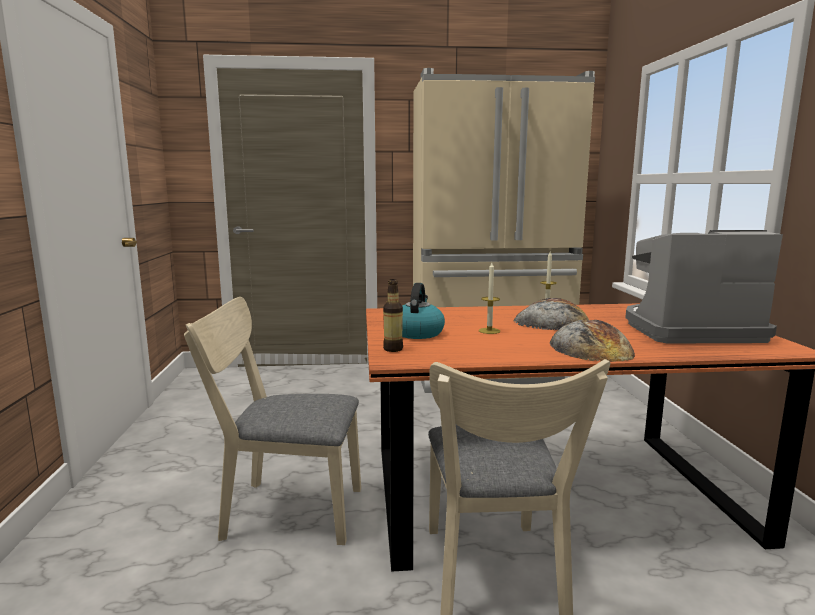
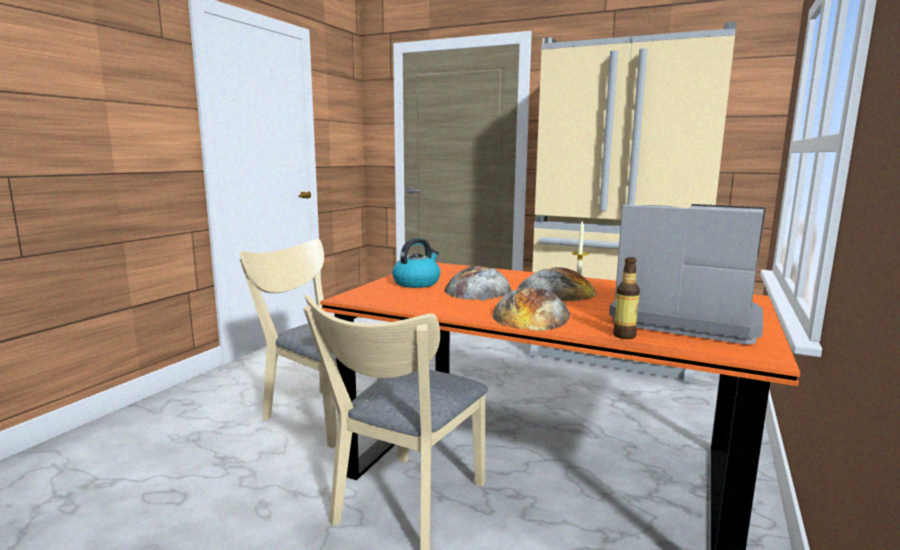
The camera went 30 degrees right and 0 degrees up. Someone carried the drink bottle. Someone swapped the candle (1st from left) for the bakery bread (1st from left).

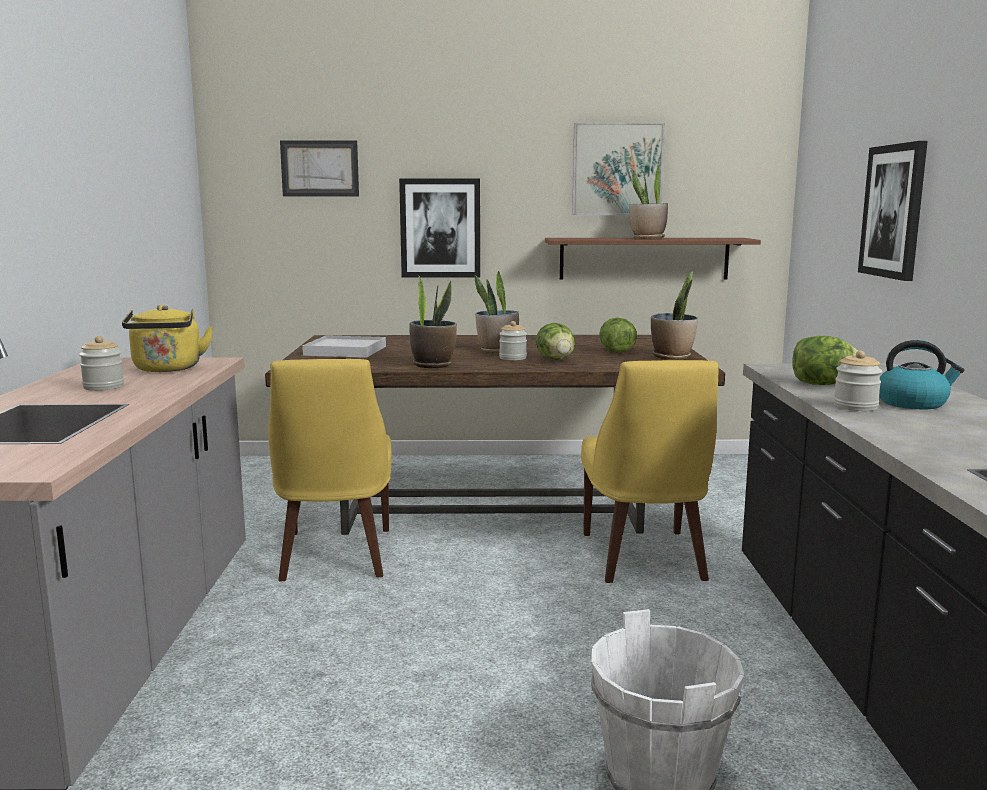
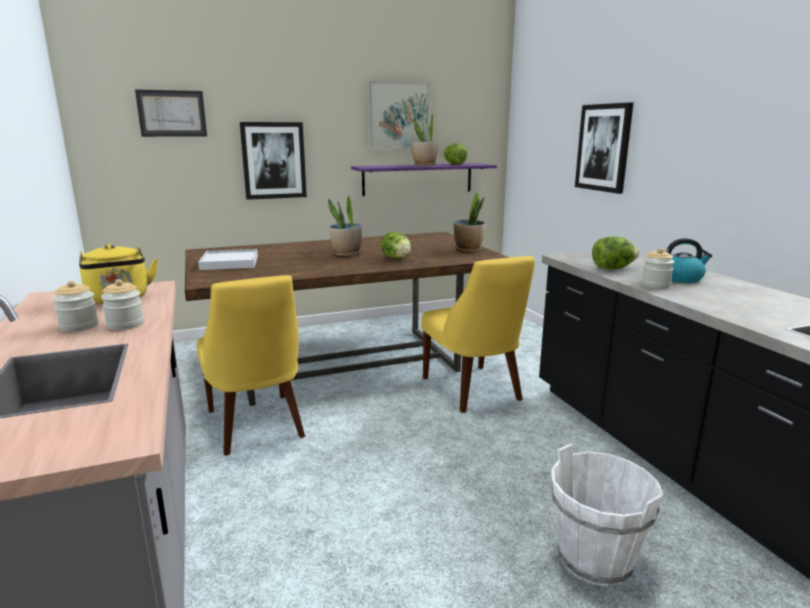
The camera went 20 degrees left and 5 degrees up. Someone took away the houseplant (1st from left). Someone carried the storage jar (2nd from left). Someone repainted the shelf (brown-coloured), which became the shelf (purple-coloured). Someone carried the head of lettuce (2nd from left).

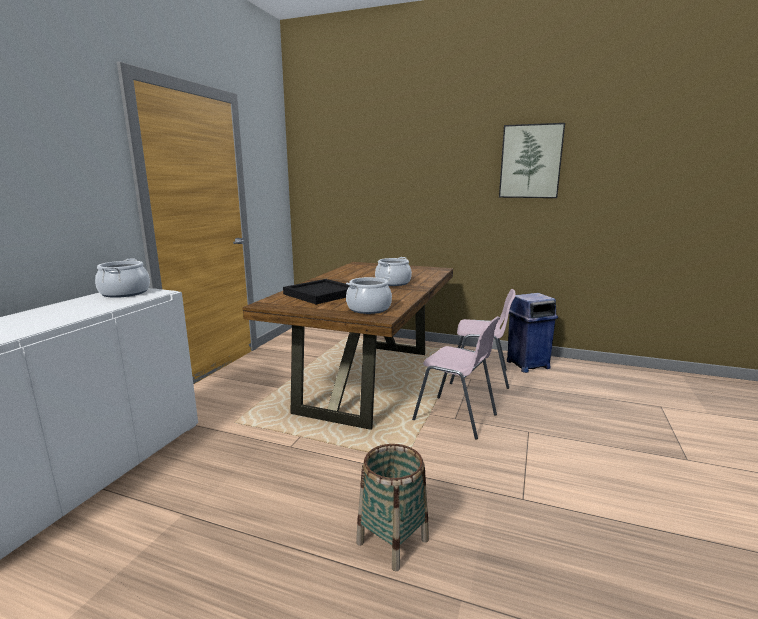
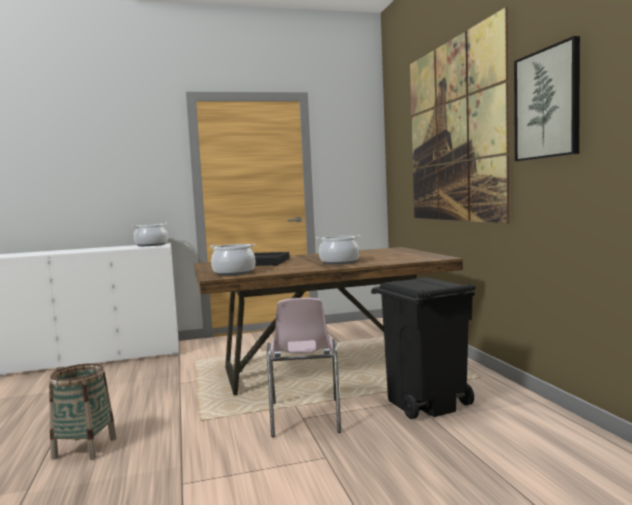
The camera went 55 degrees right and 10 degrees down. Someone swapped the plain chair (pink-coloured) (2nd from left) for the rubbish bin (blackish). Someone took away the rubbish bin (bluish). Someone put up the wall art (1st from left).

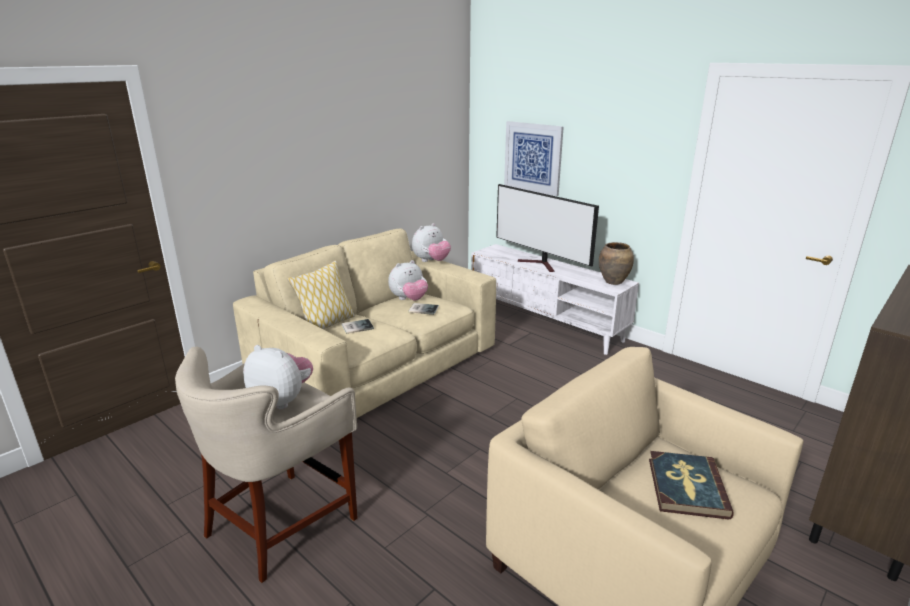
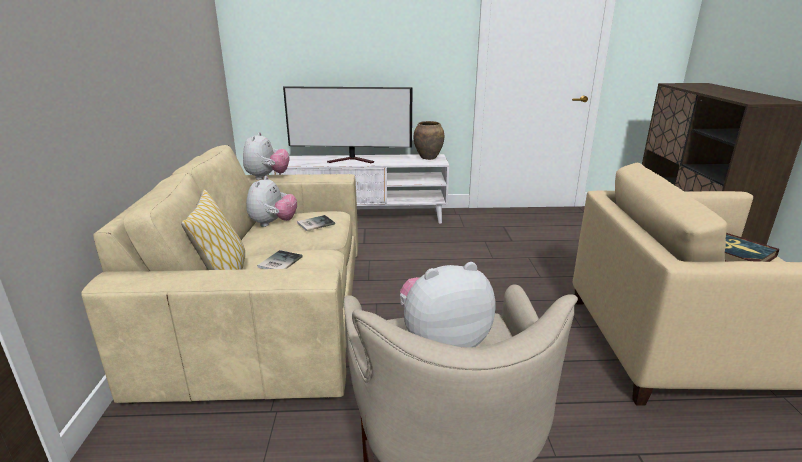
The camera went 45 degrees left and 0 degrees up. Someone took away the wall art.

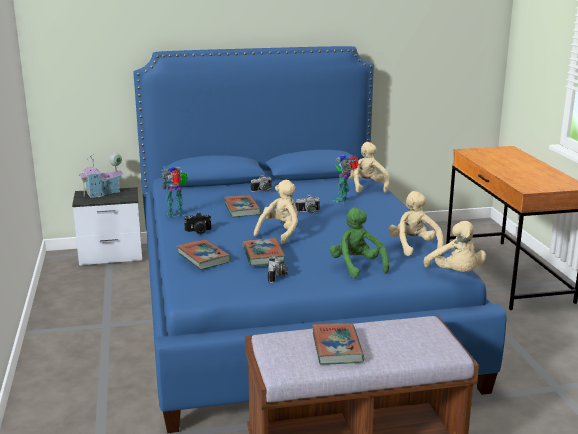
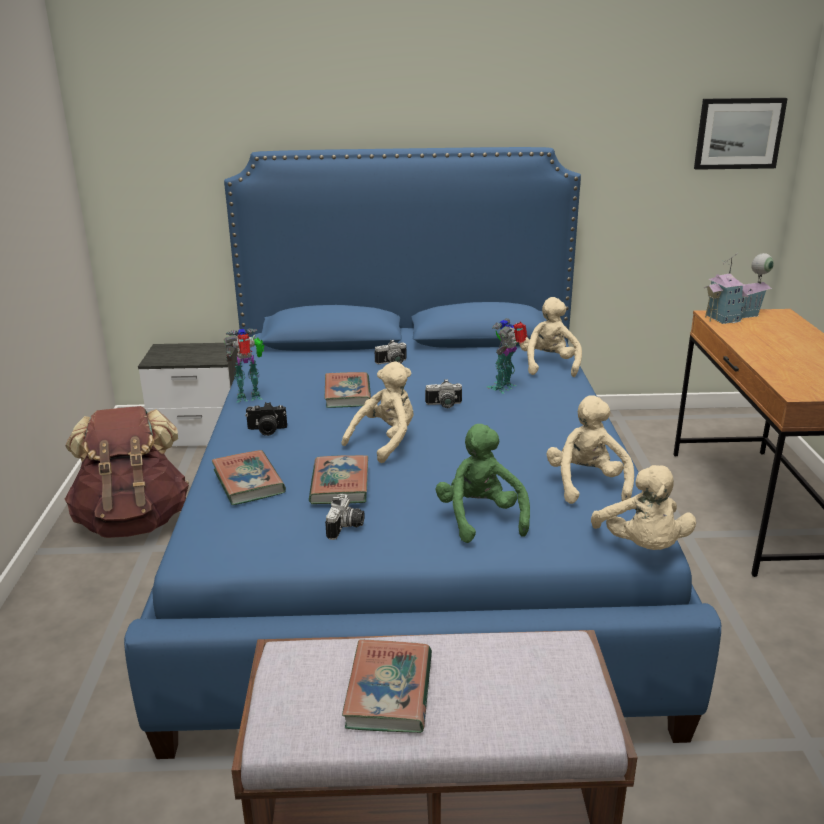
The camera went 10 degrees right and 5 degrees up. Someone carried the miniature house. Someone put down the backpack (brown-coloured). Someone put up the wall art.

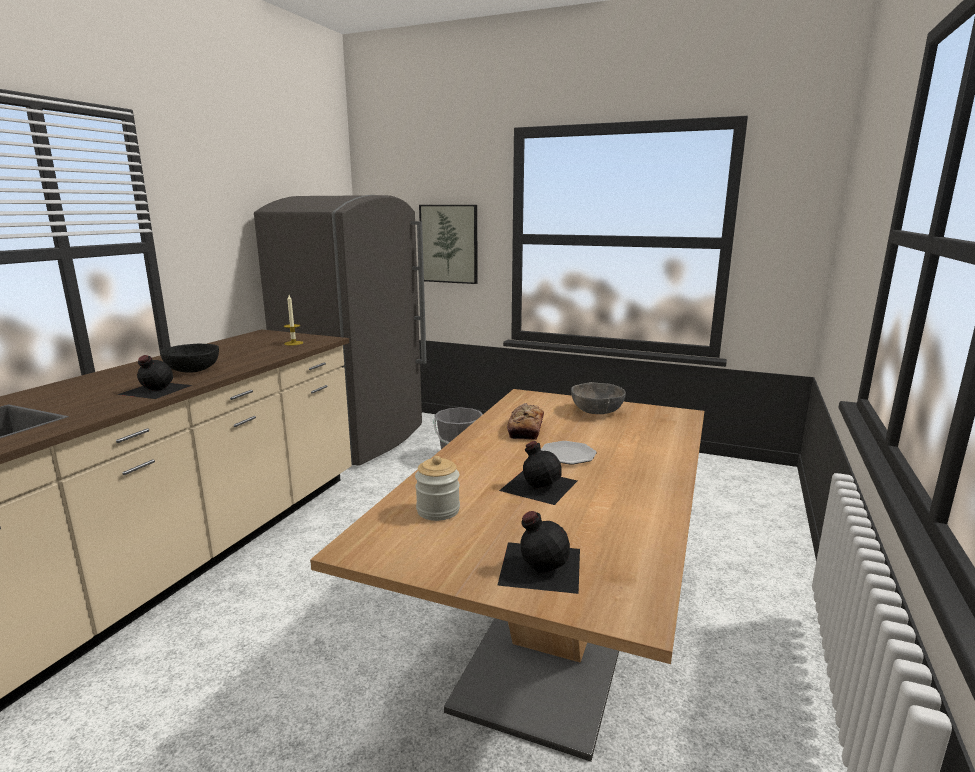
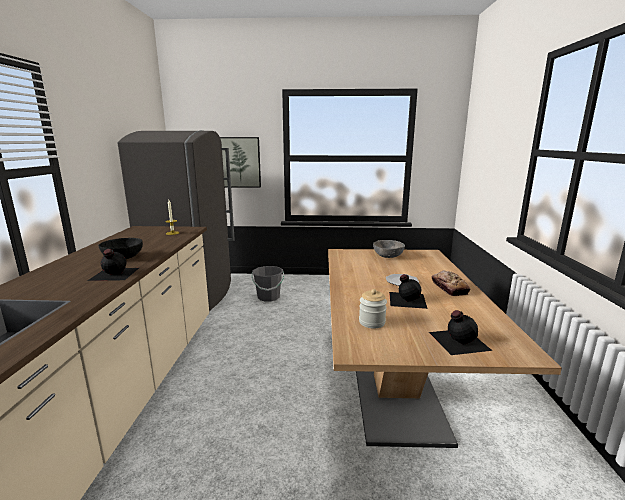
The camera went 20 degrees left and 0 degrees up. Someone carried the bakery bread.

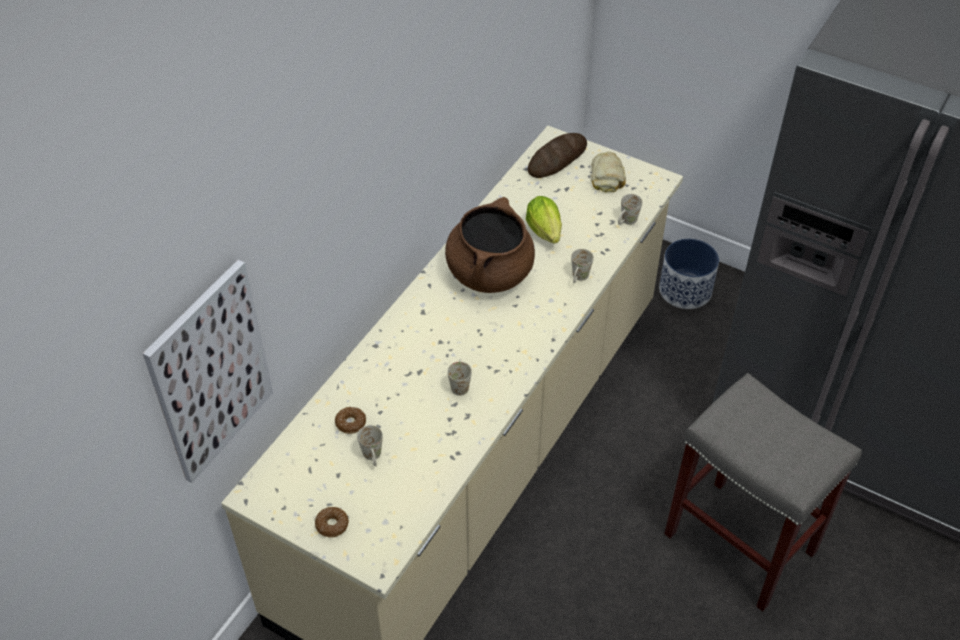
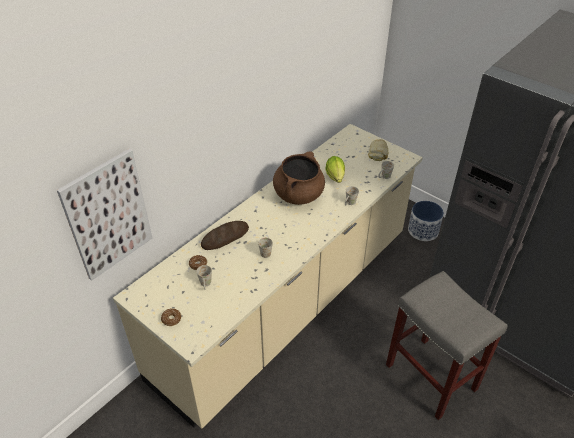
The camera went 10 degrees right and 5 degrees down. Someone carried the bakery bread (1st from left).

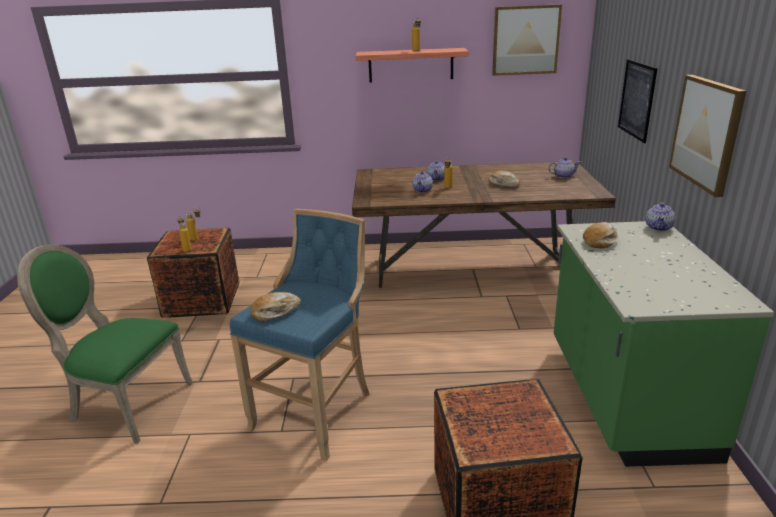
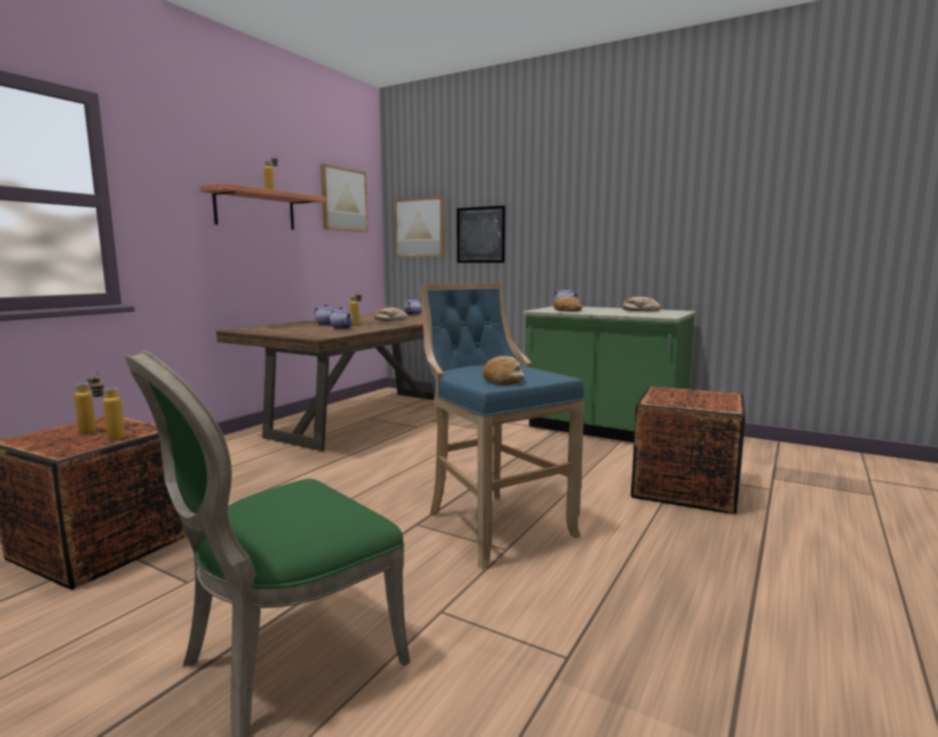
The camera went 60 degrees left and 15 degrees down. Someone carried the wall art (3rd from left in the first image). Someone put down the bakery bread (4th from left).

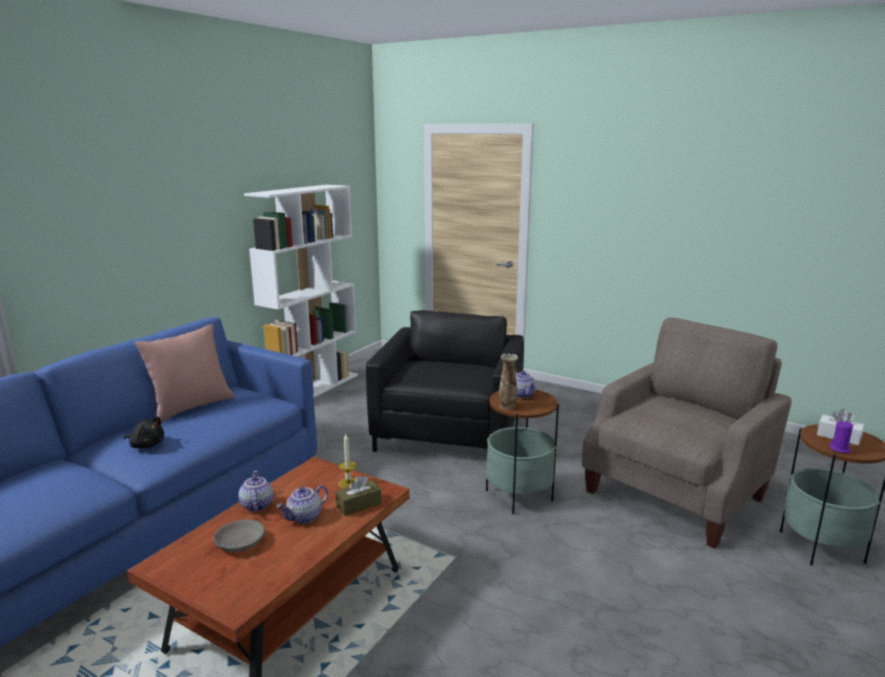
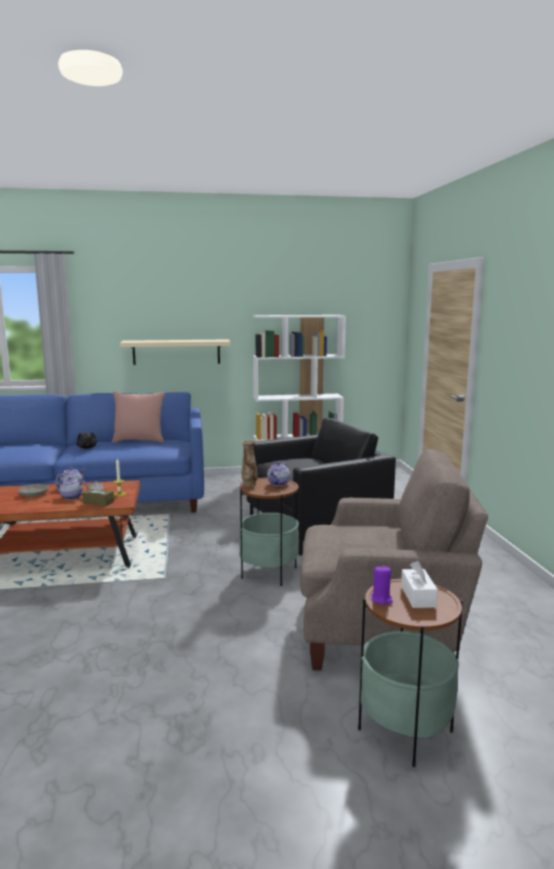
The camera went 50 degrees right and 5 degrees down. Someone put up the shelf (sand-coloured).

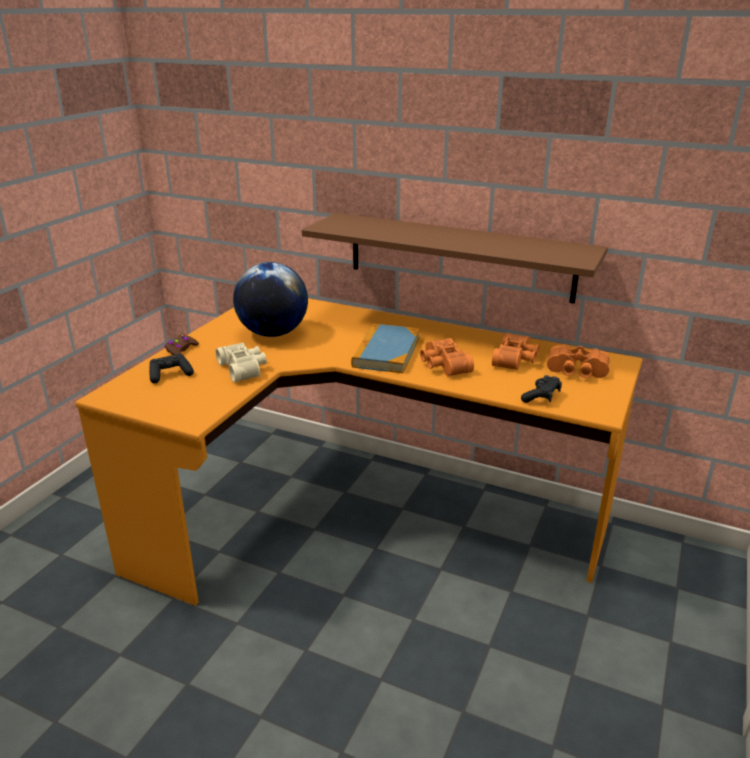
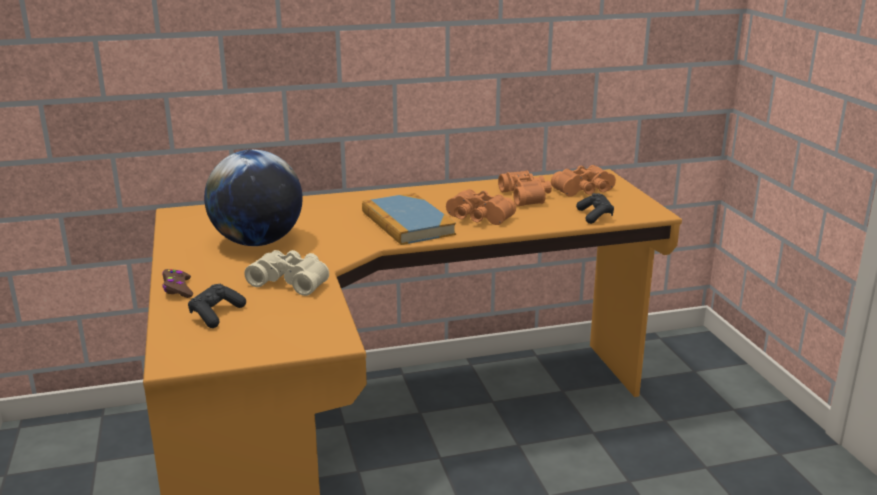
The camera went 40 degrees left and 5 degrees down. Someone took away the shelf (brown-coloured).

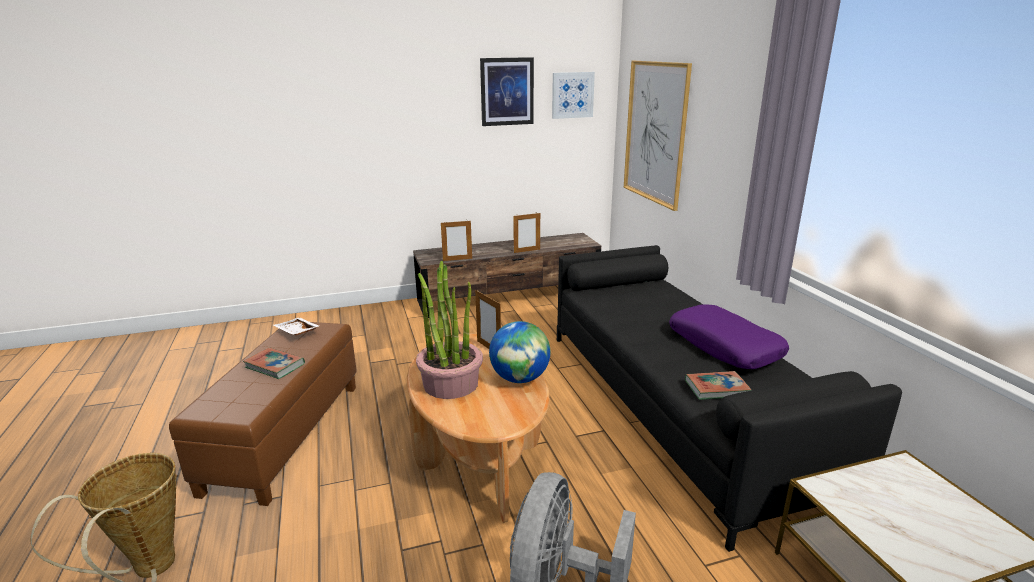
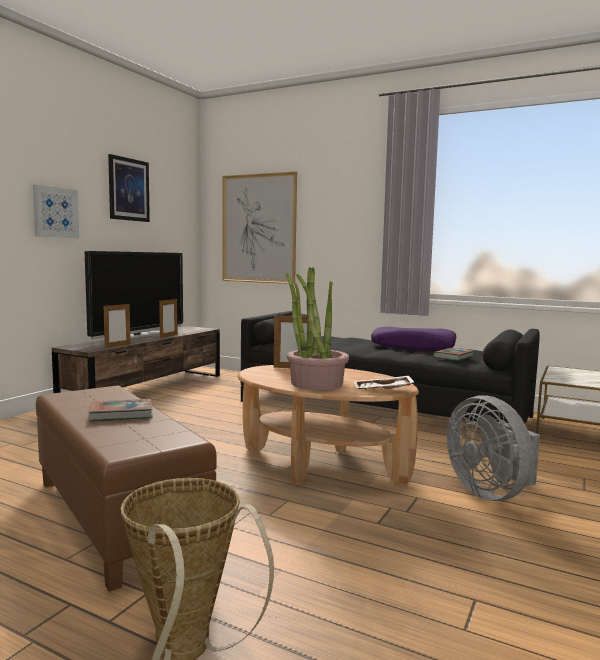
The camera went 45 degrees left and 15 degrees down. Someone carried the serving tray (white-coloured). Someone took away the desk globe. Someone carried the wall art (2nd from left in the first image). Someone put down the TV.

